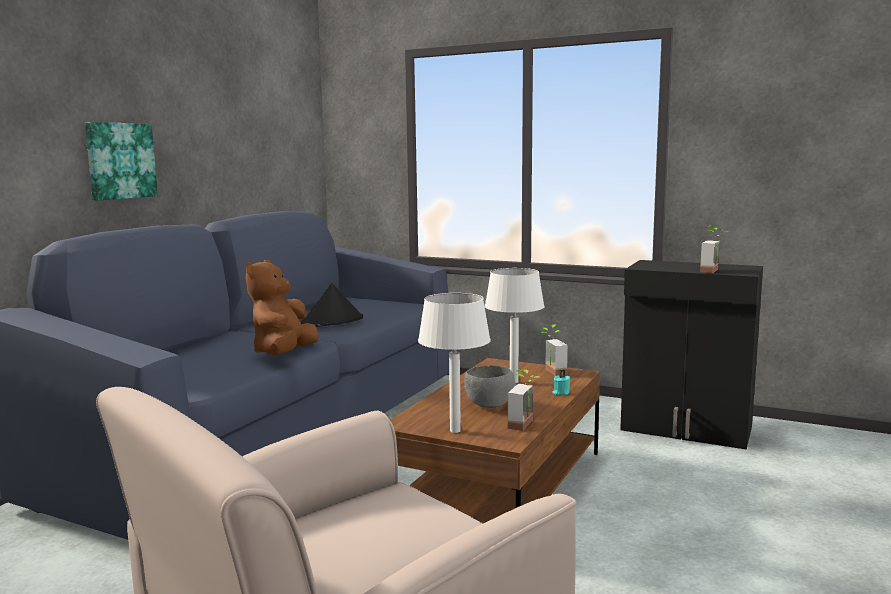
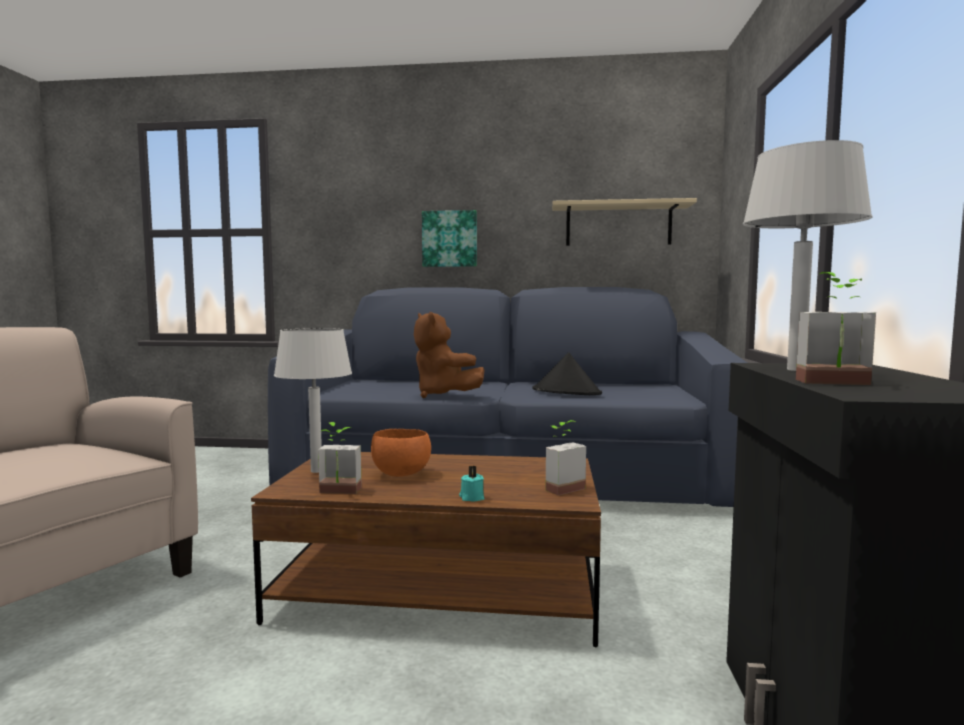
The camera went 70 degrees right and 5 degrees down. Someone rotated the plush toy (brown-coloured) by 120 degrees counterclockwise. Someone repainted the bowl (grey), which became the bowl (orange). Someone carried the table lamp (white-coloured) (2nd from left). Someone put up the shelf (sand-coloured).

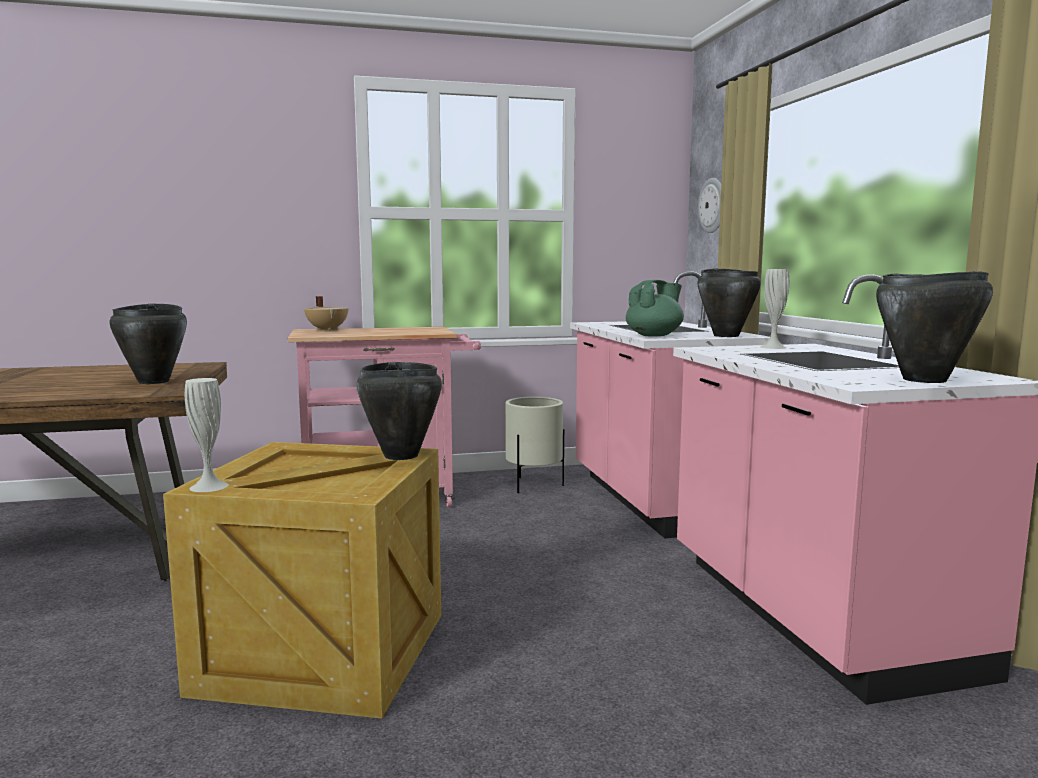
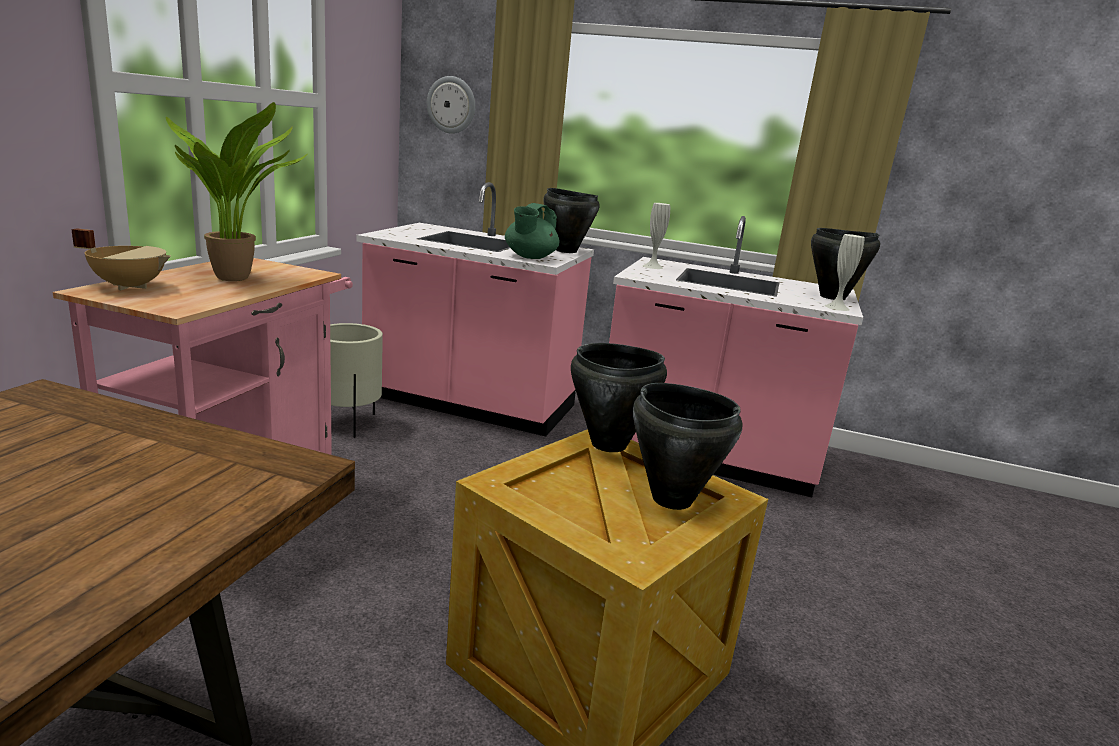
The camera went 60 degrees left and 10 degrees up. Someone carried the cooking pot (blackish) (1st from left in the first image). Someone carried the flower vase (white-coloured) (1st from left in the first image). Someone rotated the teapot (greenish) by 150 degrees counterclockwise. Someone put down the houseplant.

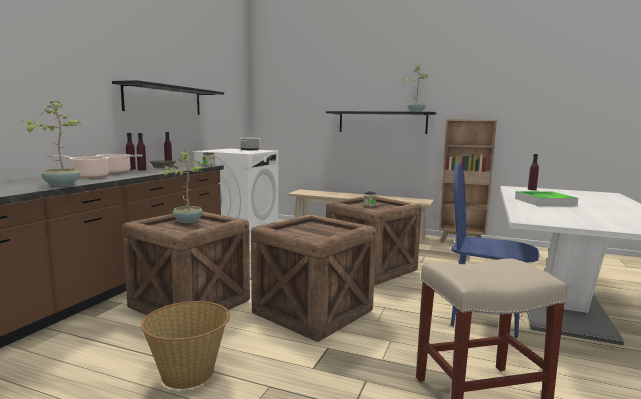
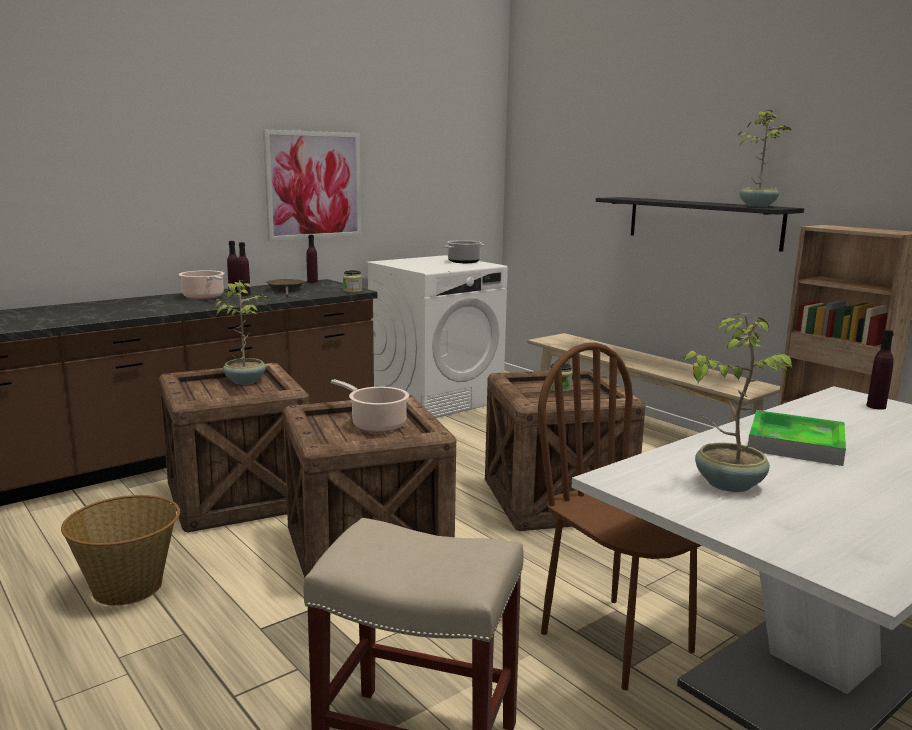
The camera went 30 degrees right and 5 degrees up. Someone carried the houseplant (1st from left in the first image). Someone carried the cooking pot (1st from left in the first image). Someone swapped the shelf (blackish) (1st from left) for the wall art. Someone repainted the plain chair (bluish), which became the plain chair (brown-coloured).

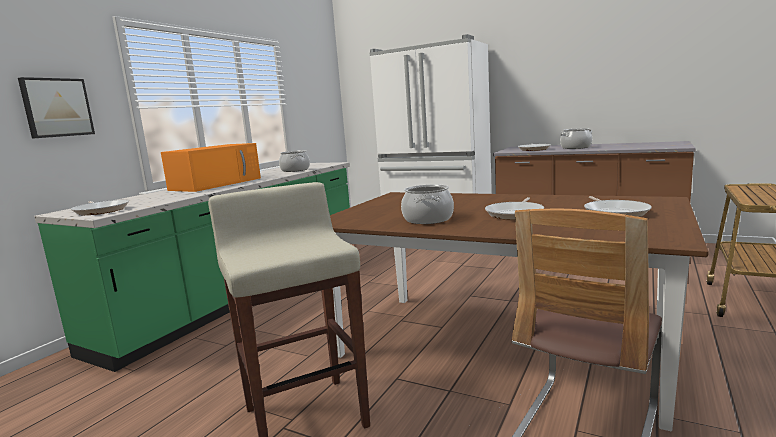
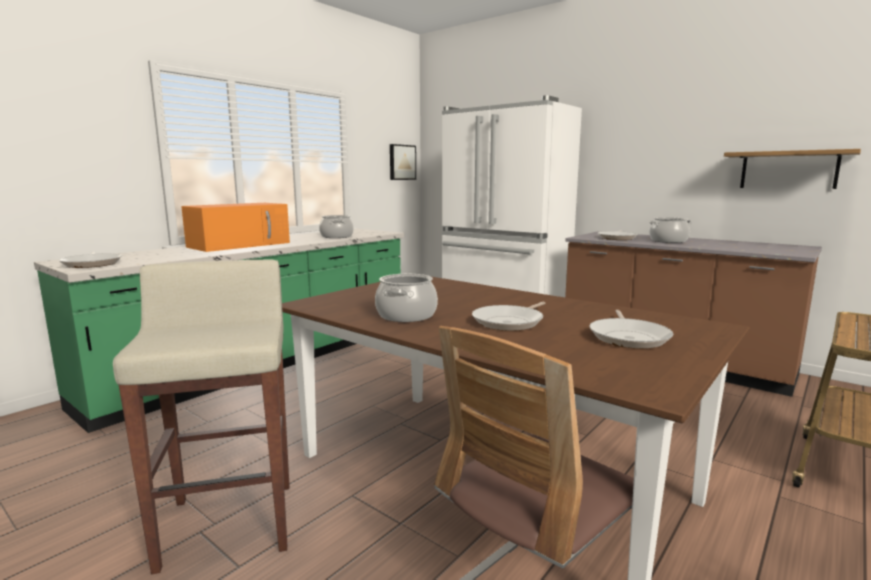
The camera went 10 degrees right and 0 degrees up. Someone carried the wall art. Someone put up the shelf.

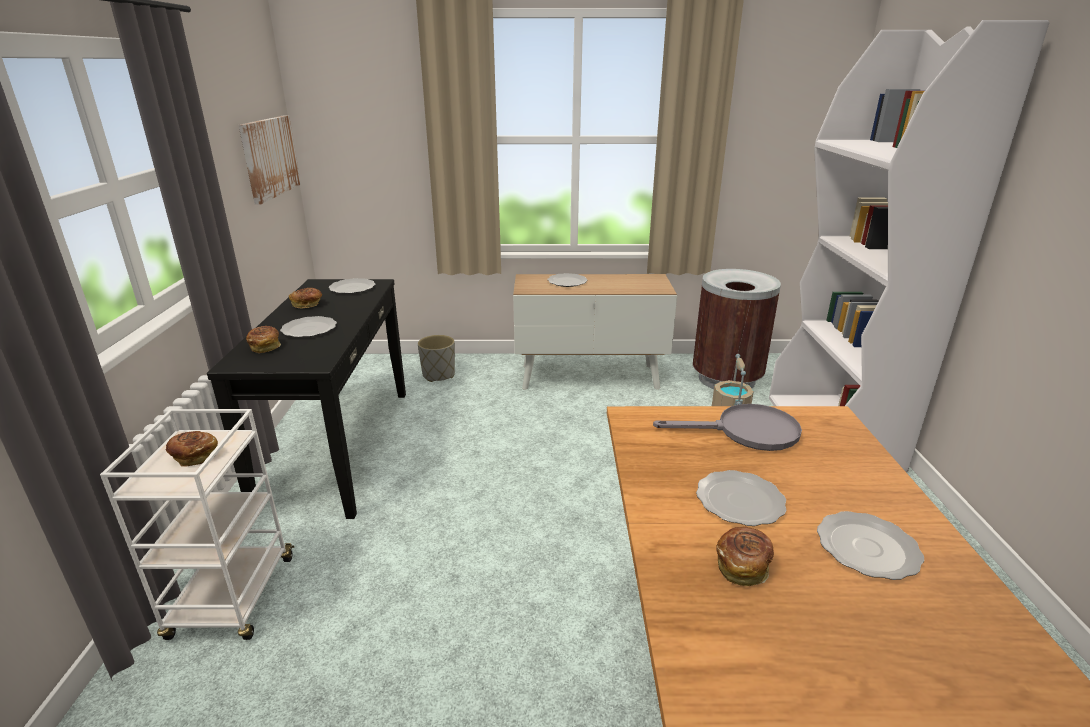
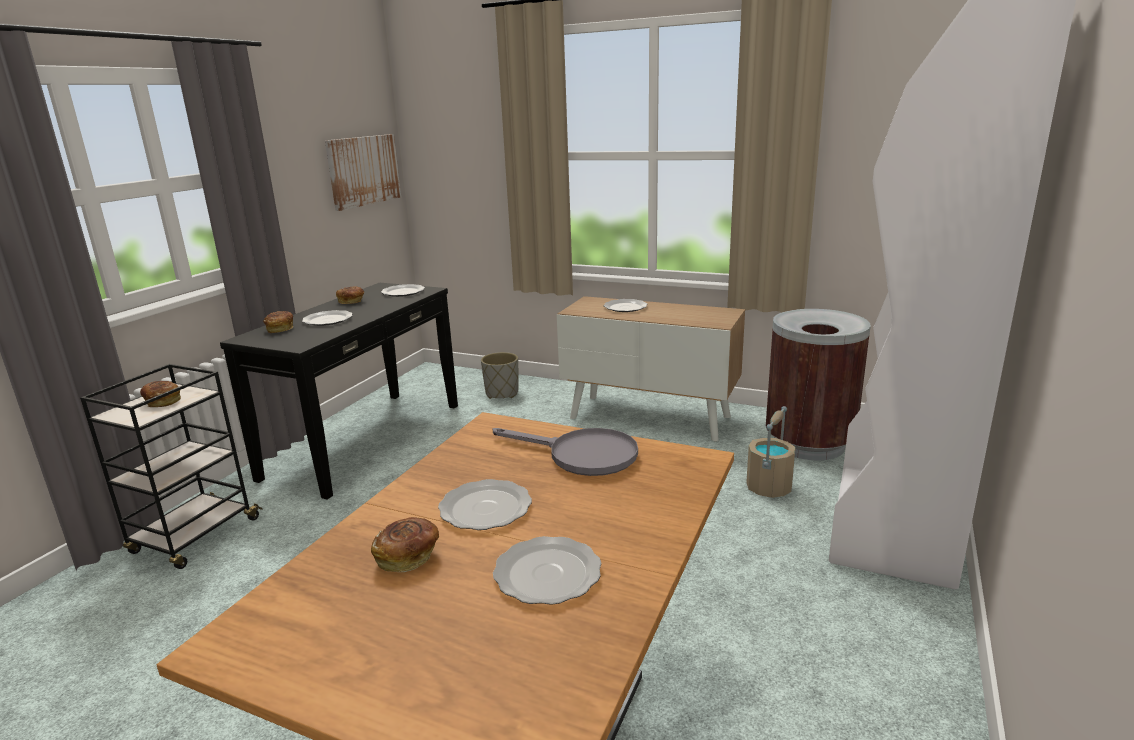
The camera went 25 degrees right and 5 degrees down. Someone repainted the trolley (white-coloured), which became the trolley (blackish).

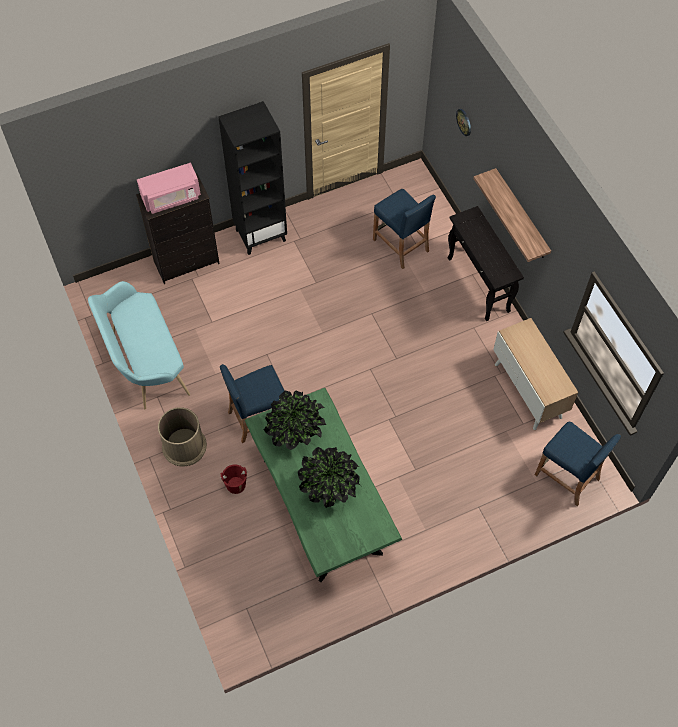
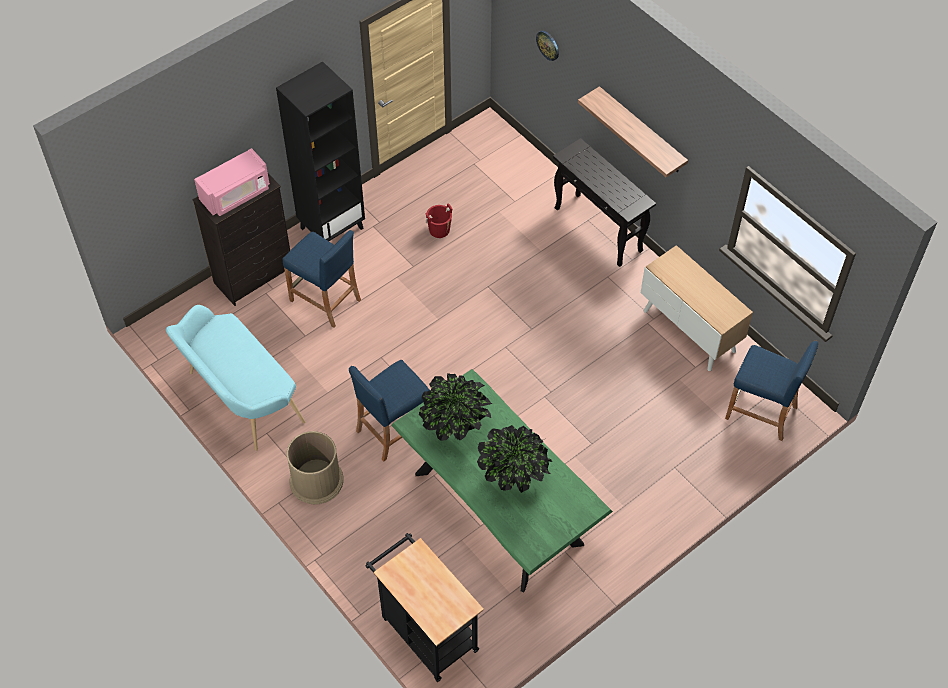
The camera went 15 degrees left and 5 degrees down. Someone carried the bucket (red). Someone carried the sitting stool (bluish) (2nd from left in the first image). Someone put down the trolley (blackish).

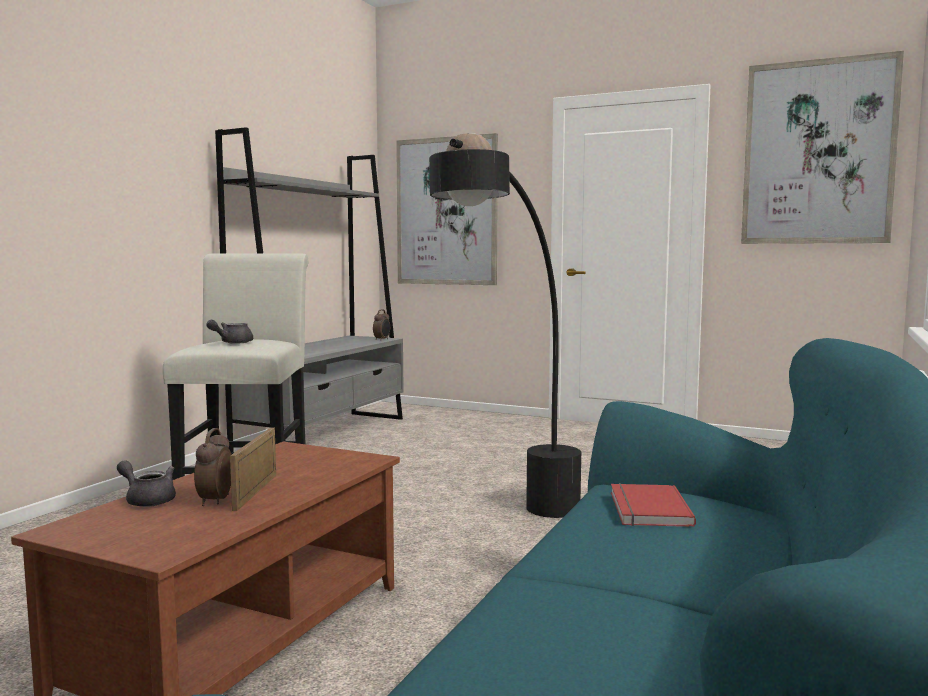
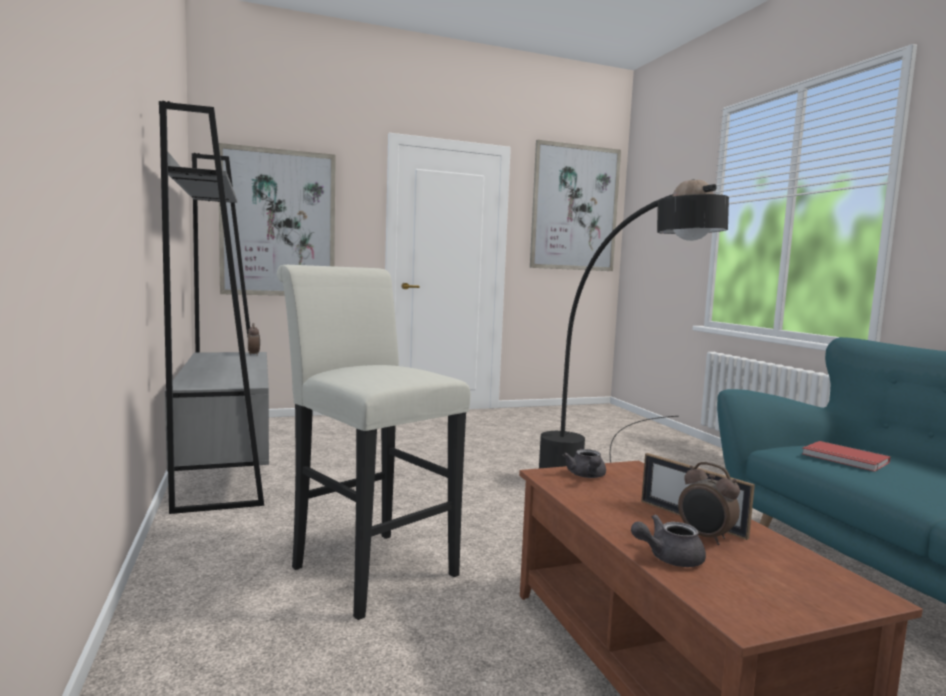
The camera went 45 degrees left and 0 degrees up. Someone carried the teapot (grey) (2nd from left in the first image).

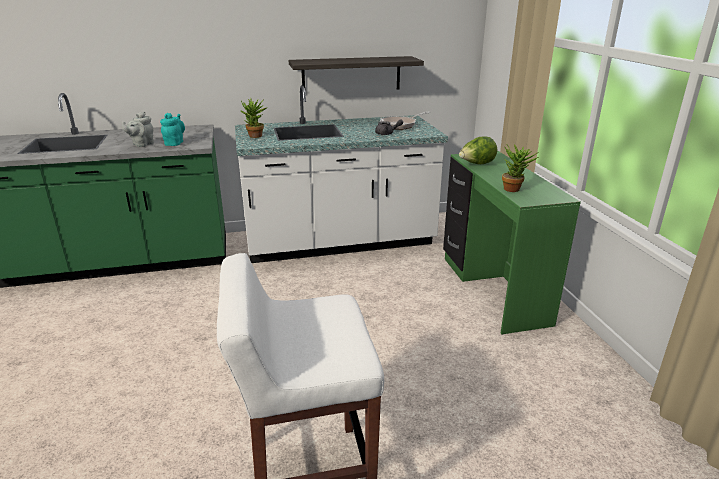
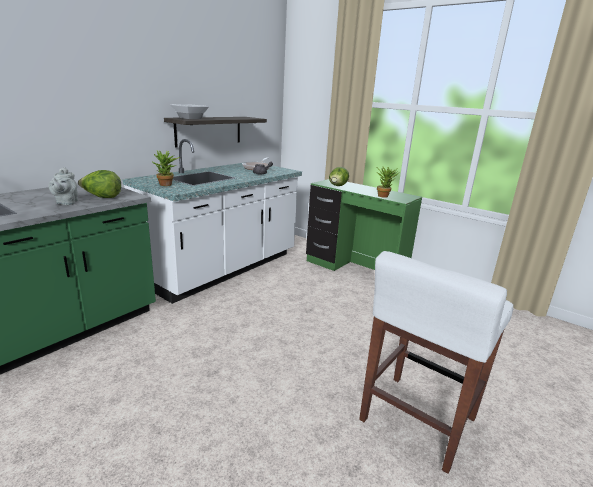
The camera went 40 degrees left and 5 degrees down. Someone swapped the teapot (blue-green) for the head of lettuce (1st from left). Someone put down the bowl.

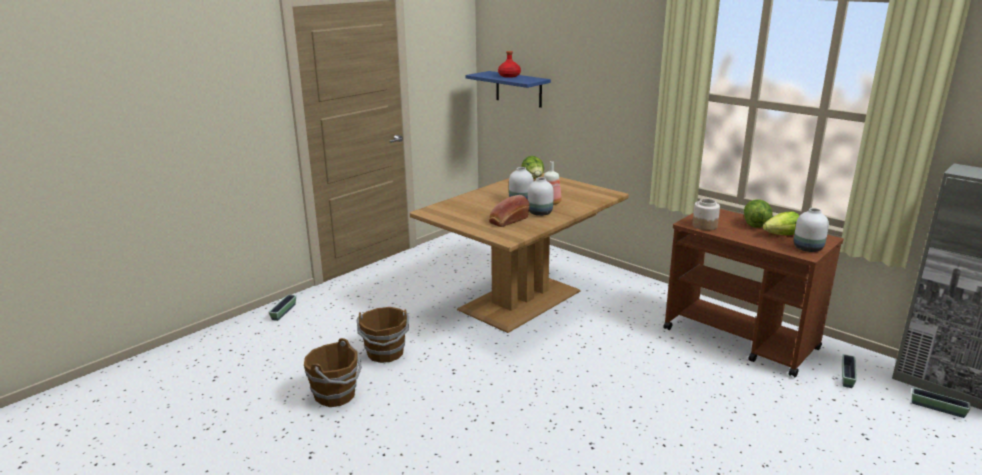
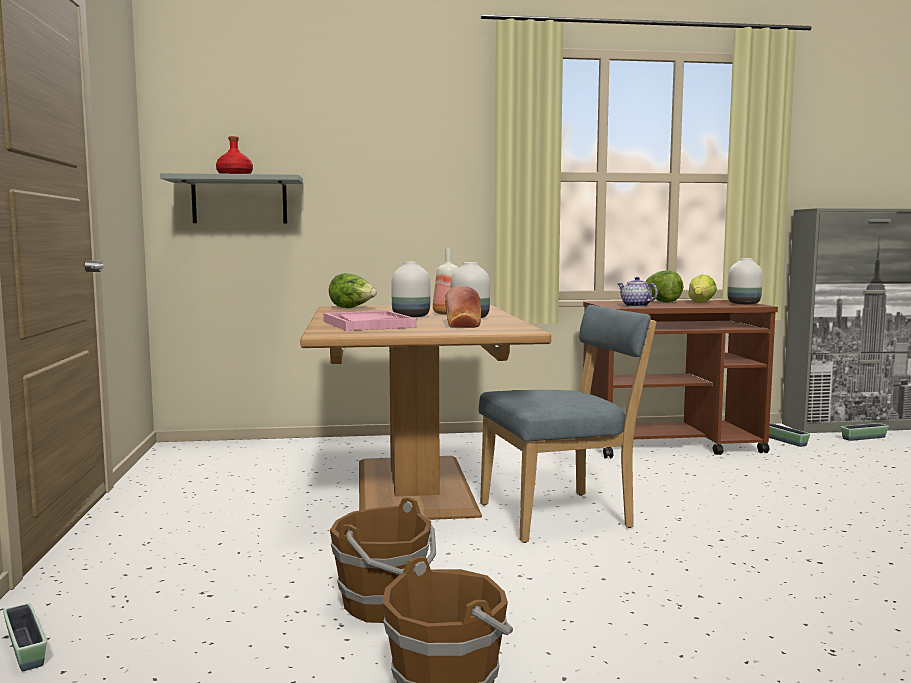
The camera went 50 degrees left and 15 degrees down. Someone repainted the shelf (bluish), which became the shelf (grey). Someone swapped the storage jar for the teapot. Someone put down the serving tray (pink-coloured). Someone put down the plain chair (bluish).

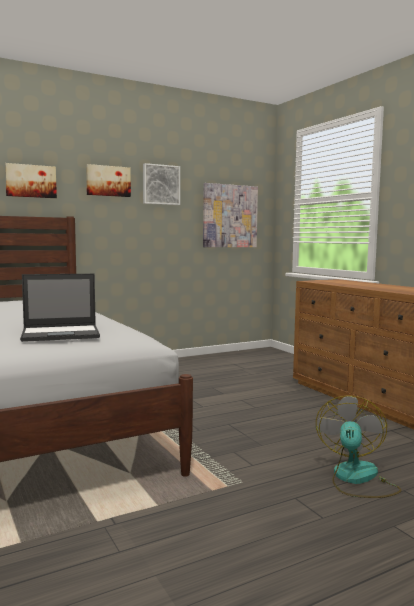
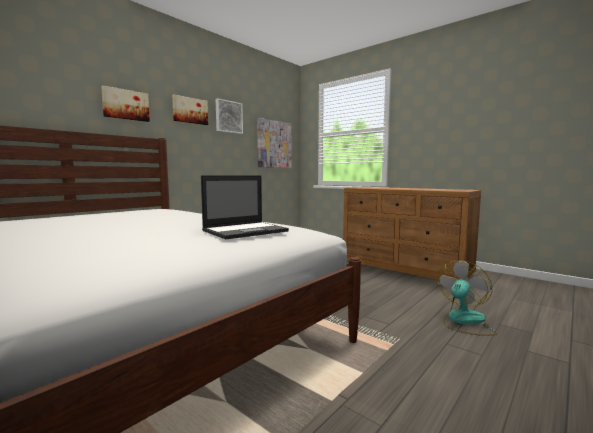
The camera went 20 degrees left and 0 degrees up. Someone rotated the electric fan by 45 degrees clockwise.

